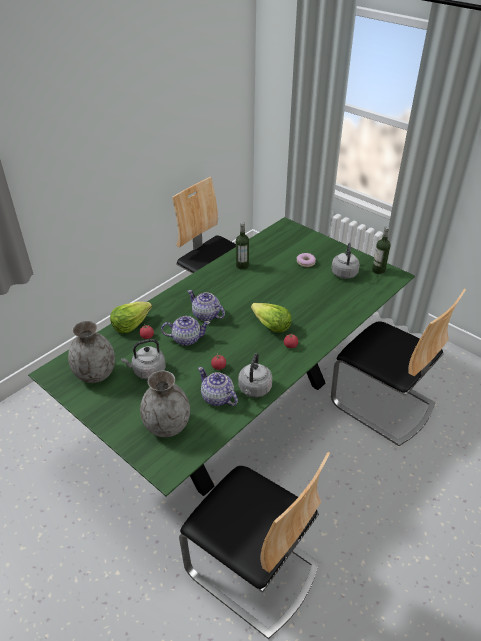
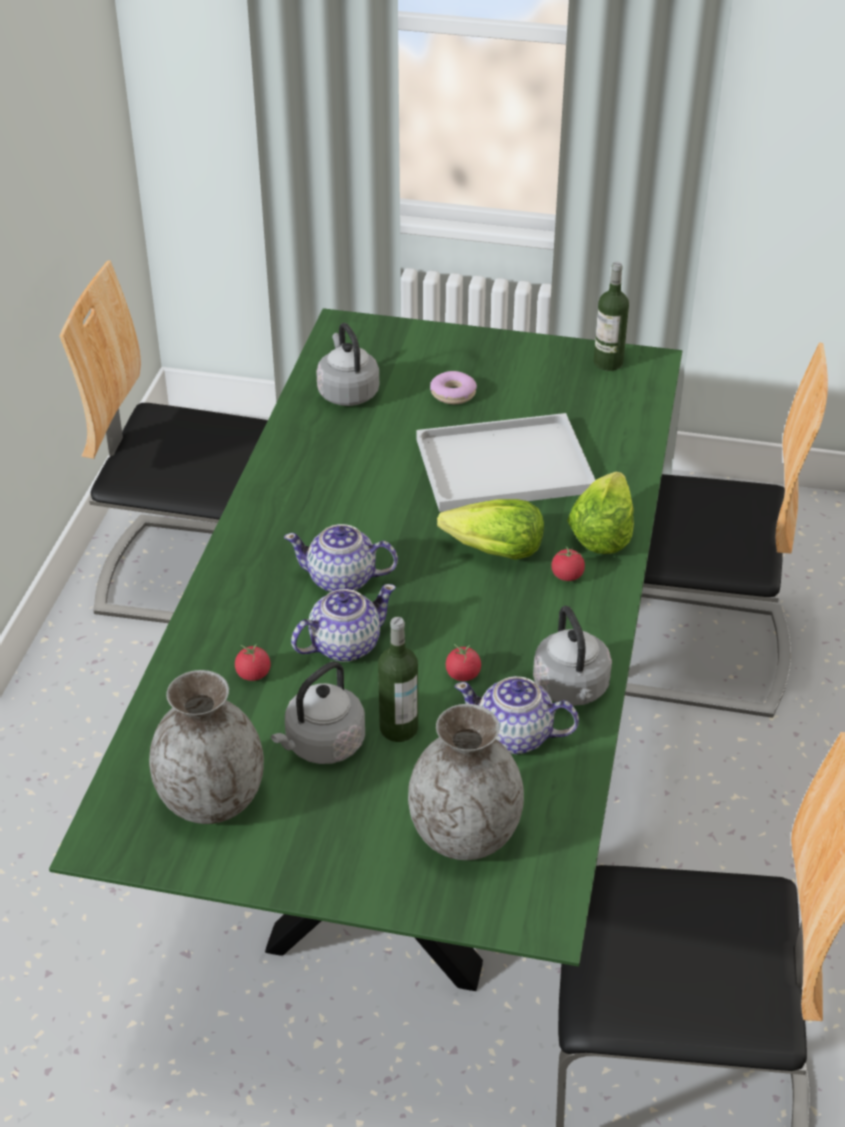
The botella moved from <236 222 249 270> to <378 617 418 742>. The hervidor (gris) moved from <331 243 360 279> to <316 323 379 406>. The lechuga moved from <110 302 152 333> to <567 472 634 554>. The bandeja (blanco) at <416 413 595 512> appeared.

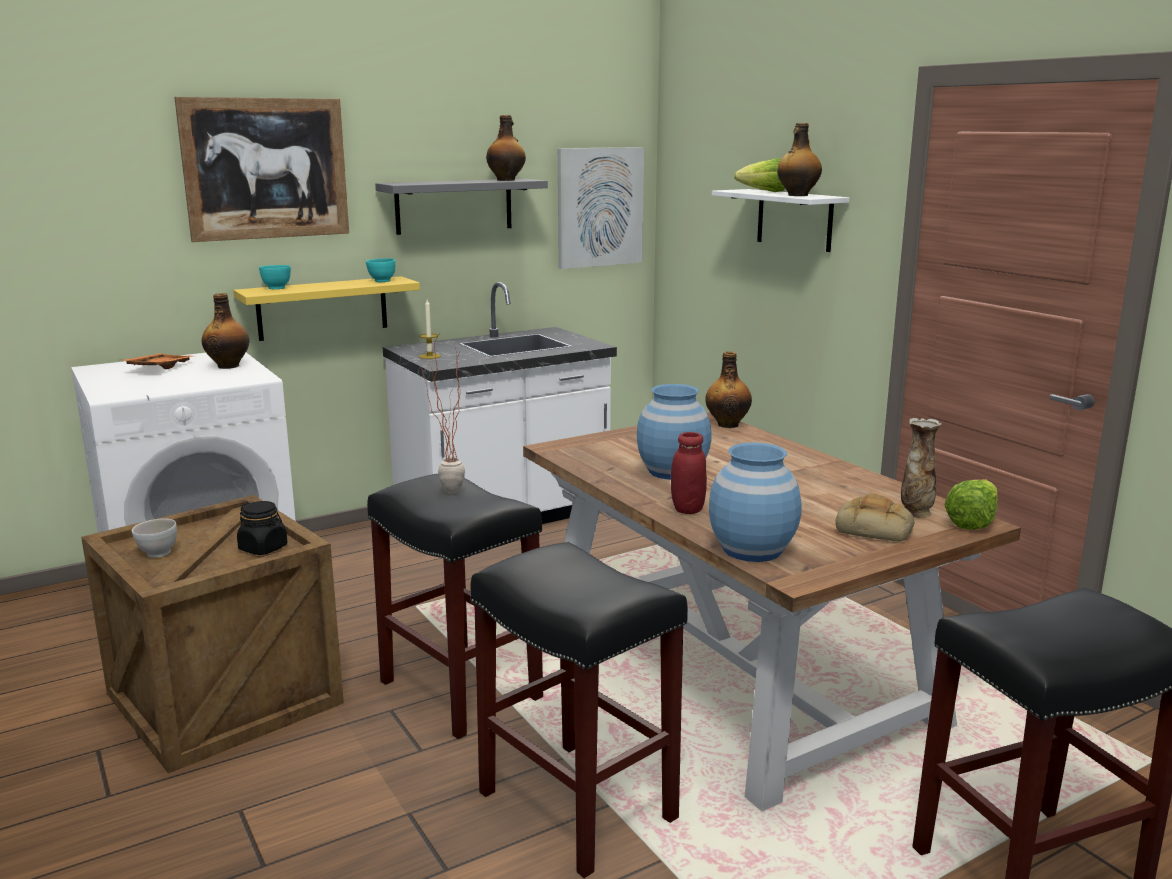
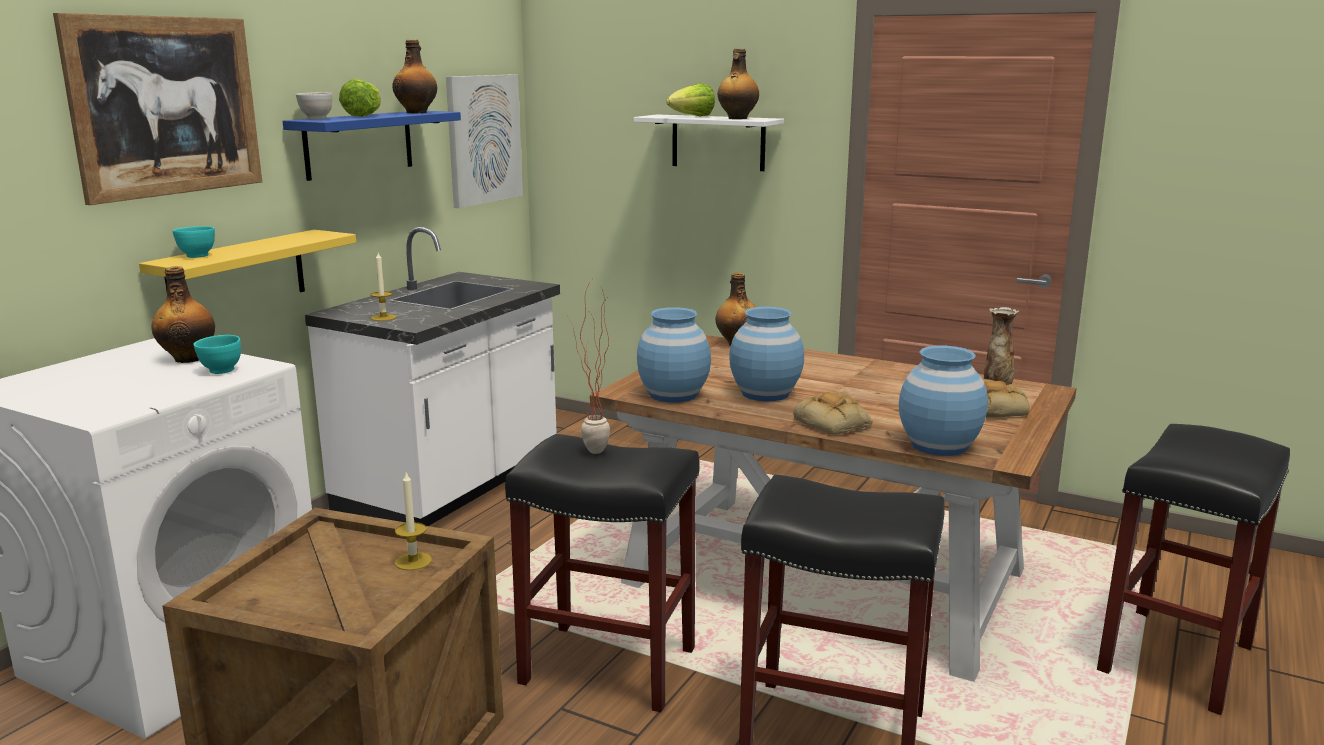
The estante (gris) at <375 179 548 235> became the estante (azul) at <283 111 461 181>. The cuenco (turquesa) moved from <366 258 396 282> to <193 335 241 374>. The bandeja (naranja) at <123 353 192 369> disappeared. The tarro (rojo) at <671 432 707 514> was replaced by the pan at <793 392 872 435>. The lechuga moved from <945 479 998 530> to <339 78 381 117>. The tarro (negro) at <237 501 287 555> was replaced by the vela at <395 473 432 571>. The cuenco (blanco) moved from <132 518 177 558> to <296 92 332 120>. The florero (azul) at <637 307 711 403> appeared.

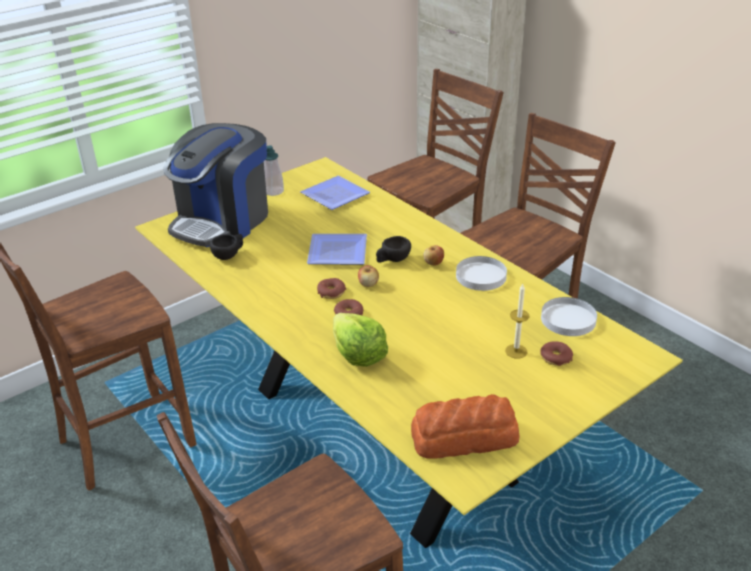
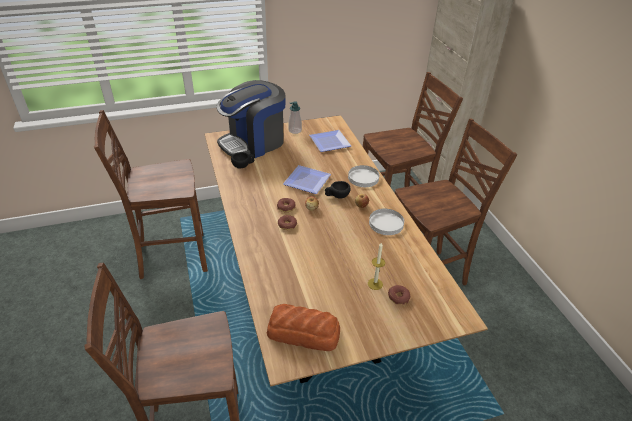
The mesa de comedor (amarillo) at <135 157 683 548> became the mesa de comedor (marrón) at <204 115 488 387>. The plato (blanco) moved from <541 297 597 336> to <348 165 379 187>. The lechuga at <333 313 388 367> disappeared.

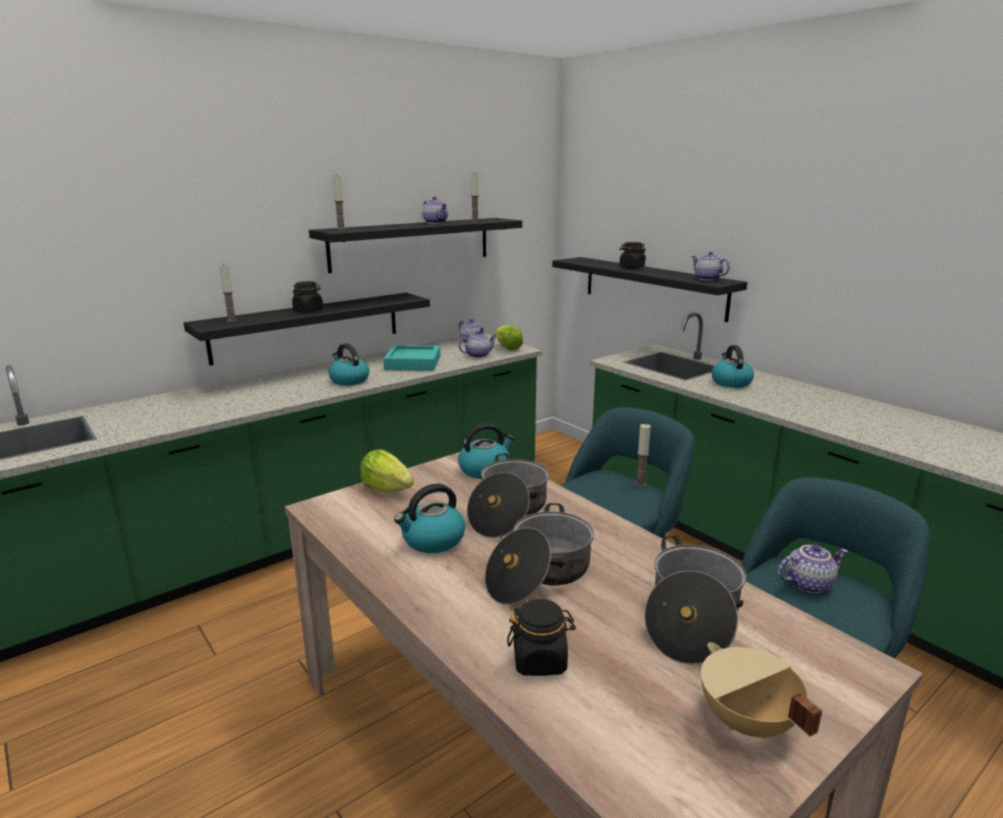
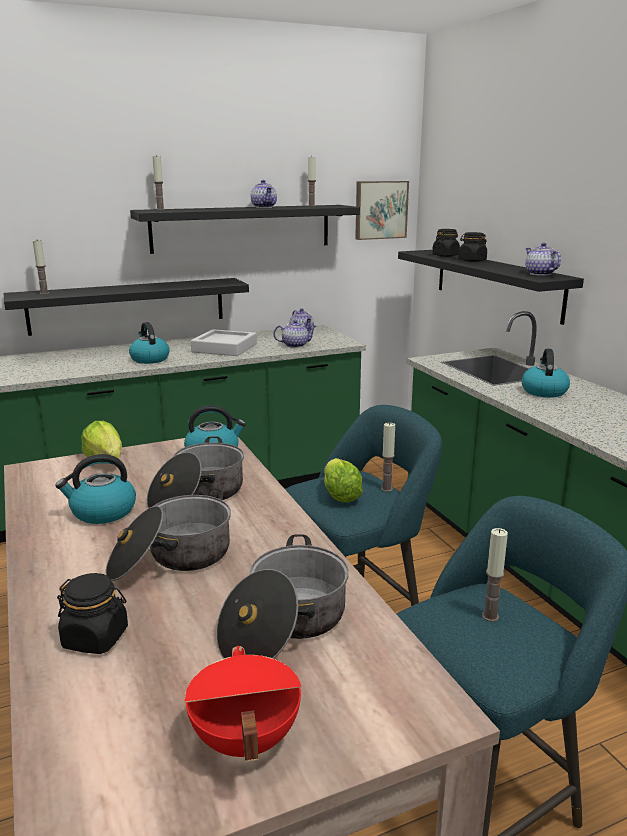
The tarro (negro) moved from <292 281 323 313> to <432 229 460 257>. The lechuga moved from <495 325 523 350> to <324 458 363 502>. The bandeja (turquesa) at <383 345 440 371> became the bandeja (gris) at <191 329 257 356>. The tetera at <778 544 848 593> was replaced by the vela at <482 528 508 622>. The olla (beis) at <701 642 822 739> became the olla (rojo) at <184 646 301 762>. The cuadro at <355 181 409 240> appeared.

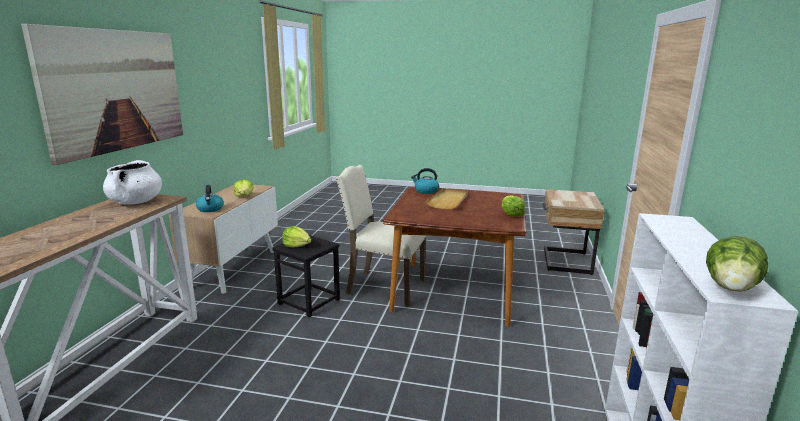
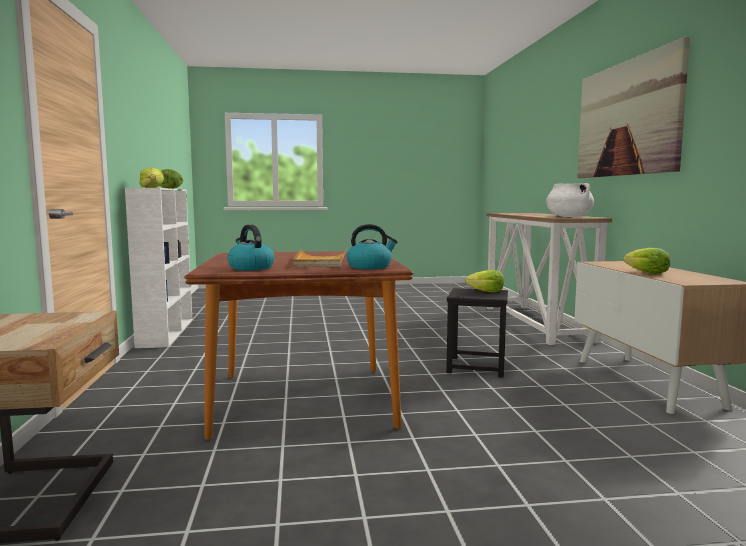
The silla (beis) at <336 165 426 306> disappeared. The hervidor moved from <196 185 224 212> to <228 225 275 271>. The lechuga moved from <502 195 525 217> to <139 168 164 188>.

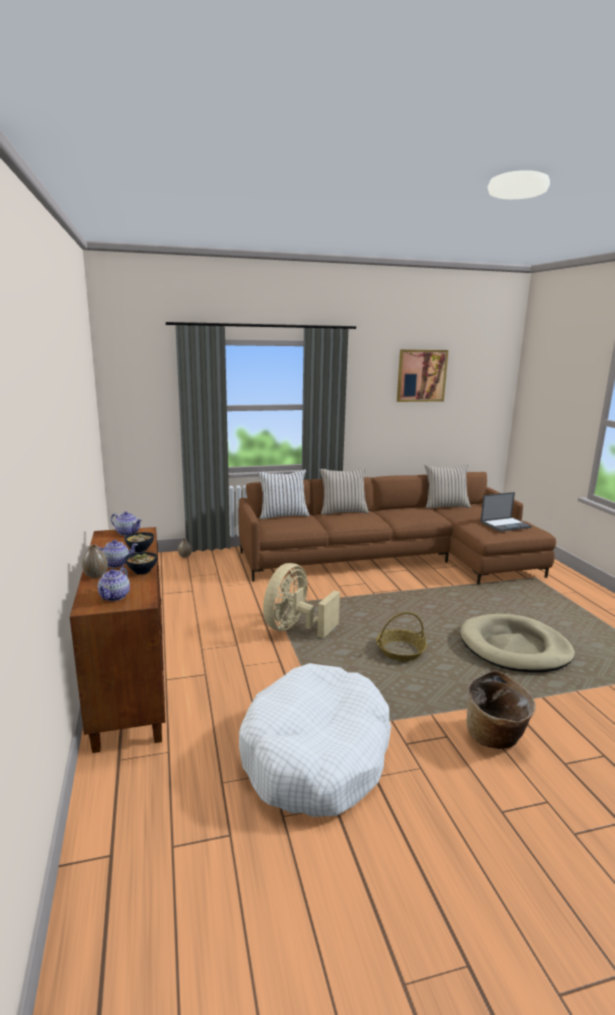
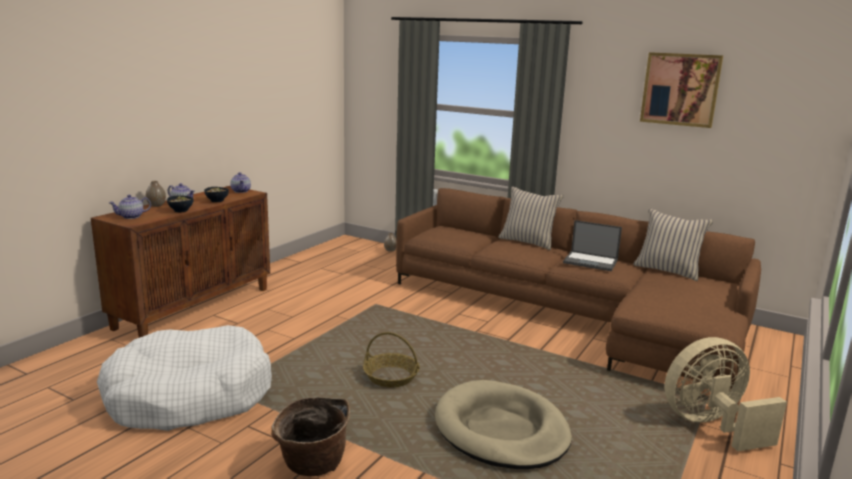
The cojín (blanco) at <257 469 309 519> disappeared. The portátil moved from <480 492 532 532> to <563 220 622 271>. The ventilador (beis) moved from <263 563 340 638> to <664 337 787 451>.

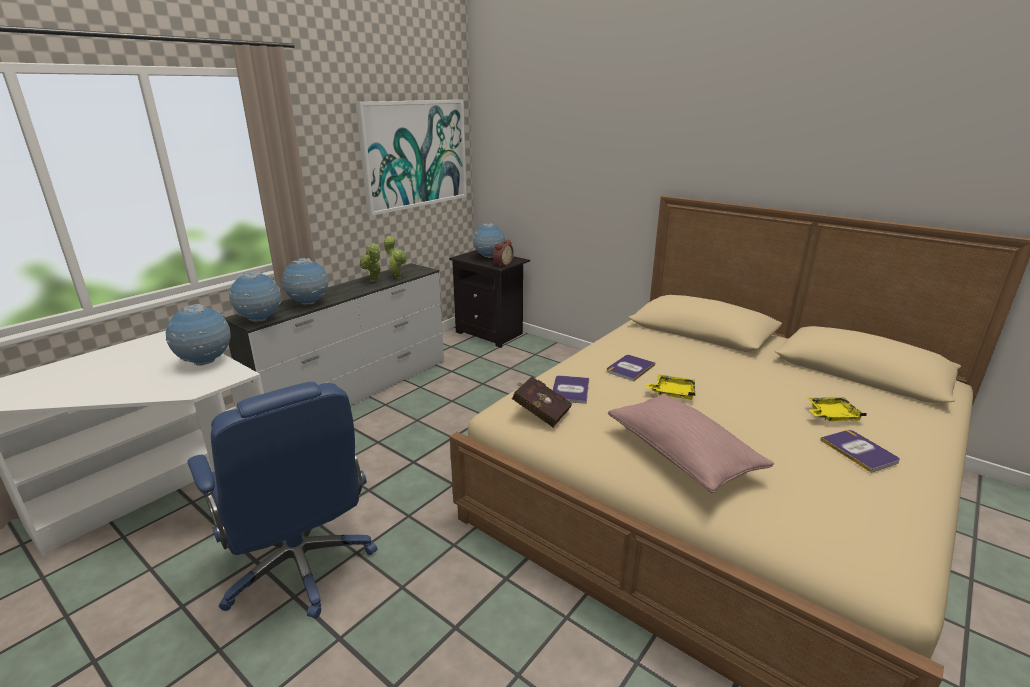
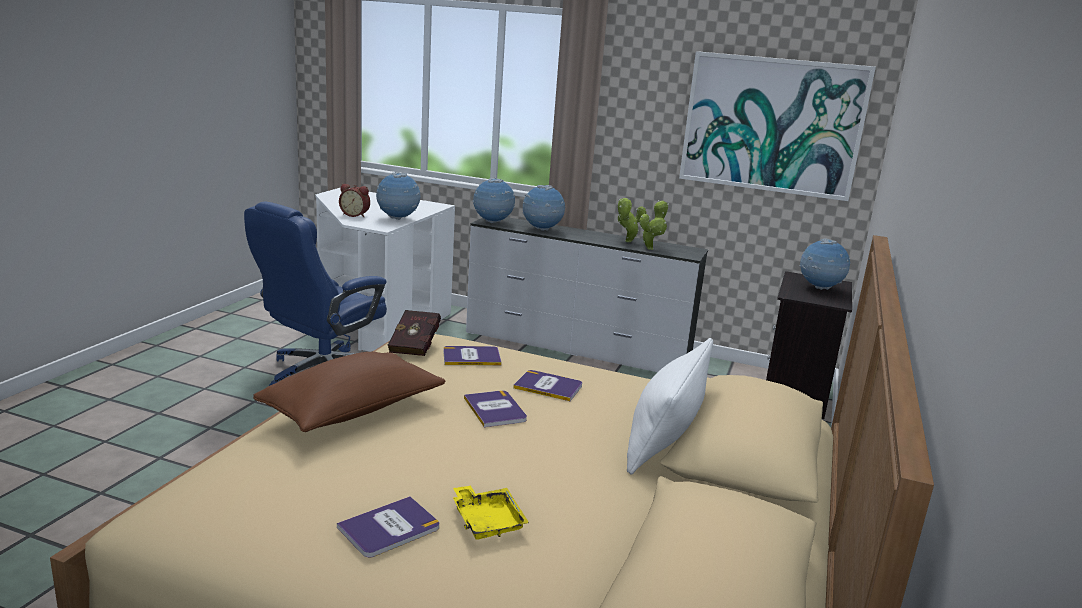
The despertador moved from <493 239 514 267> to <339 184 370 217>. The bandeja (amarillo) at <646 374 695 400> was replaced by the libro at <464 390 527 427>. The cojín (rosa) at <608 394 774 493> became the cojín (marrón) at <253 352 445 432>. The cojín (blanco) at <627 338 713 475> appeared.

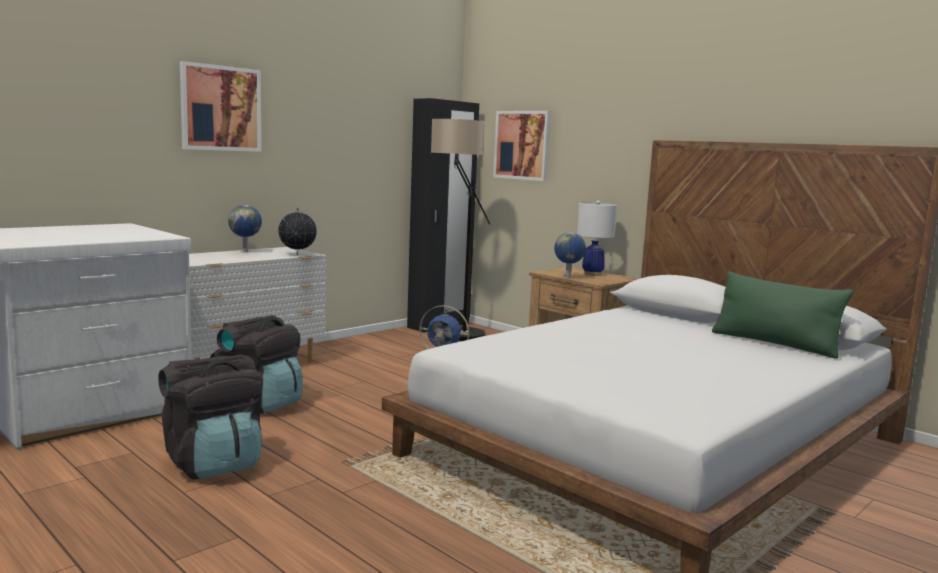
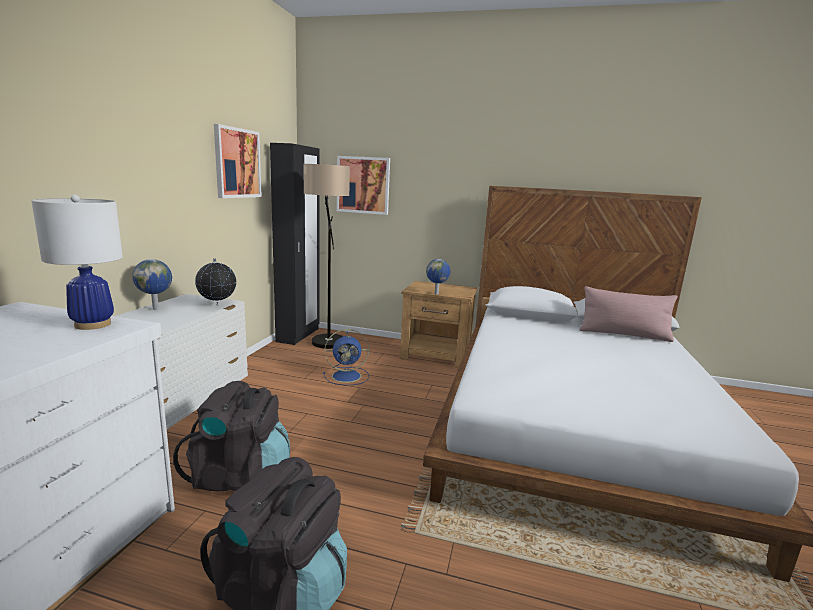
The cuadro moved from <180 61 261 152> to <214 124 262 198>. The lámpara de mesa (blanco) moved from <577 200 617 276> to <31 195 123 330>. The cojín (verde) at <712 271 854 359> became the cojín (rosa) at <579 286 678 342>.

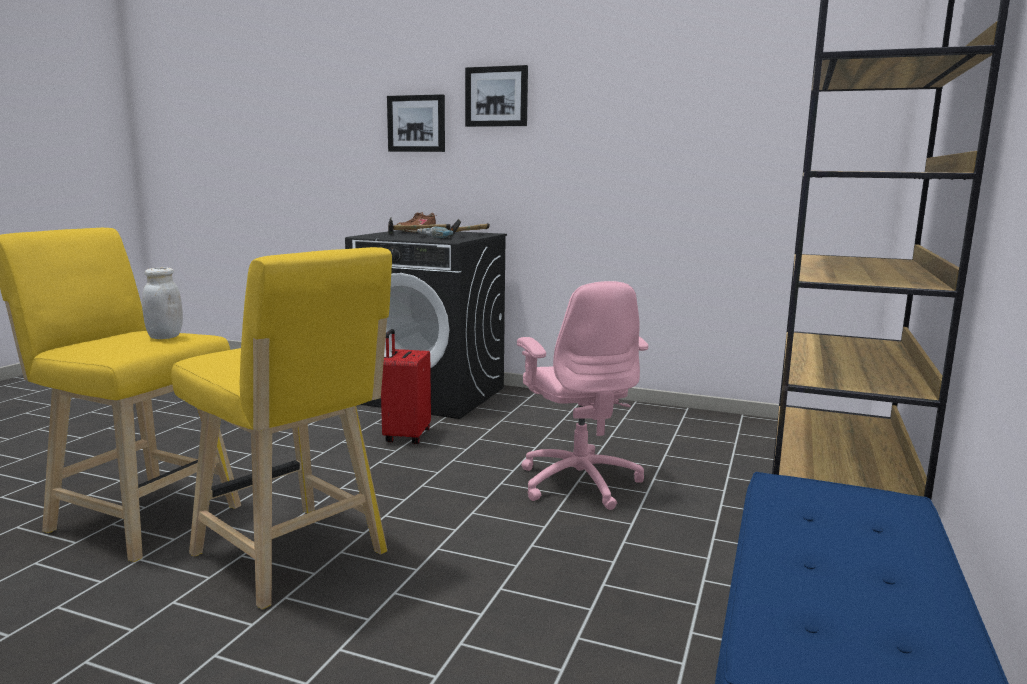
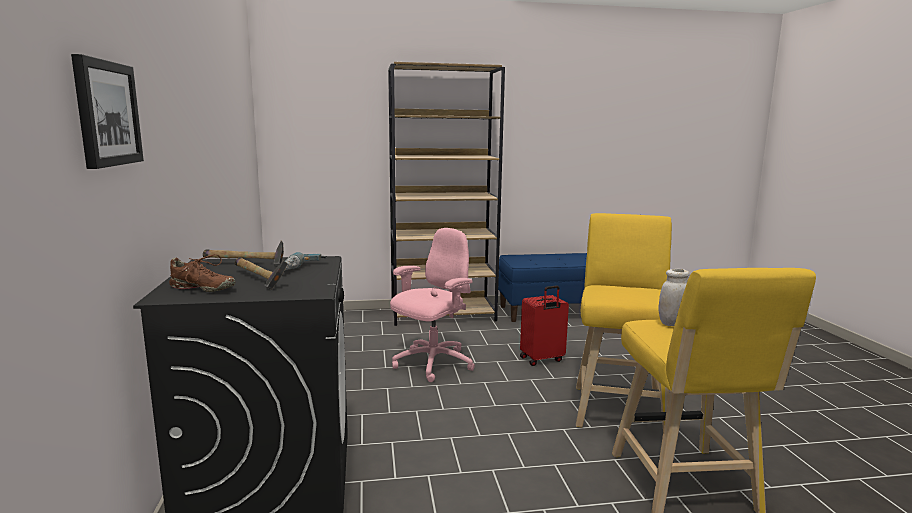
The cuadro at <465 65 528 127> disappeared. The maleta (rojo) moved from <381 329 431 444> to <520 285 569 366>.

